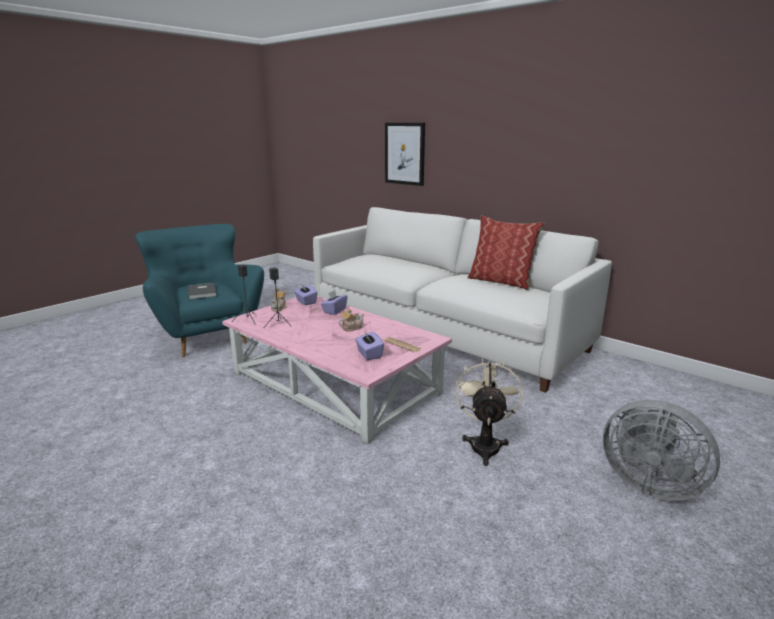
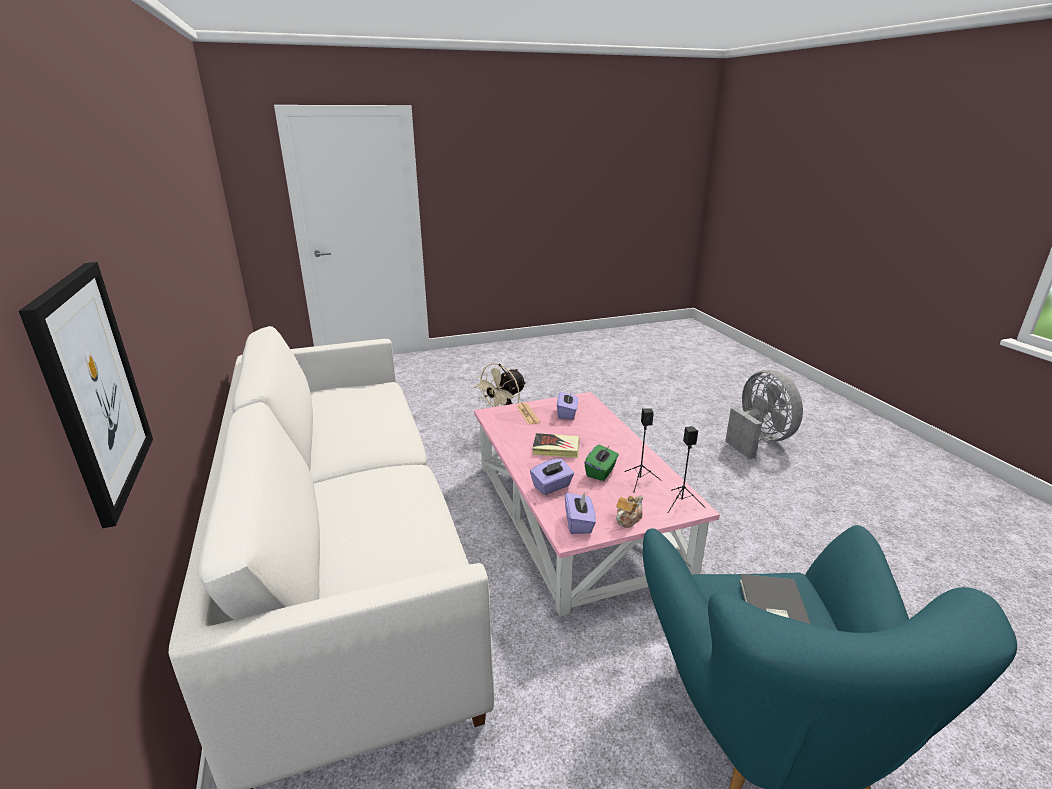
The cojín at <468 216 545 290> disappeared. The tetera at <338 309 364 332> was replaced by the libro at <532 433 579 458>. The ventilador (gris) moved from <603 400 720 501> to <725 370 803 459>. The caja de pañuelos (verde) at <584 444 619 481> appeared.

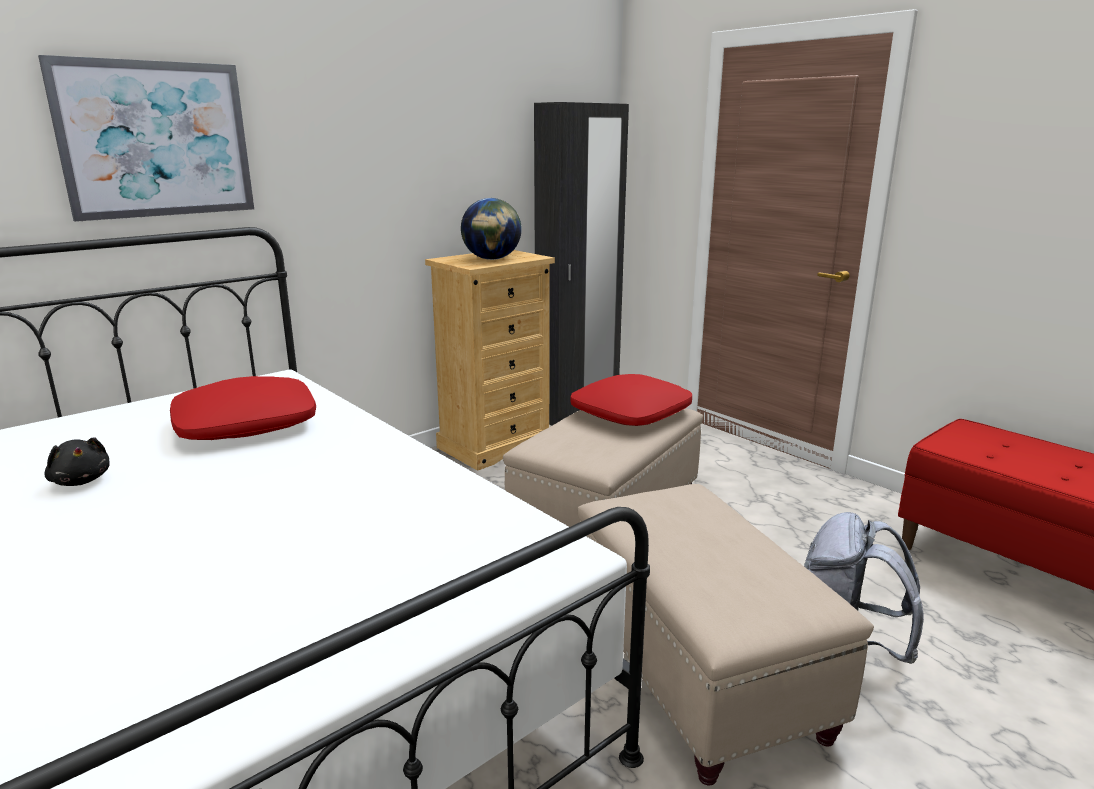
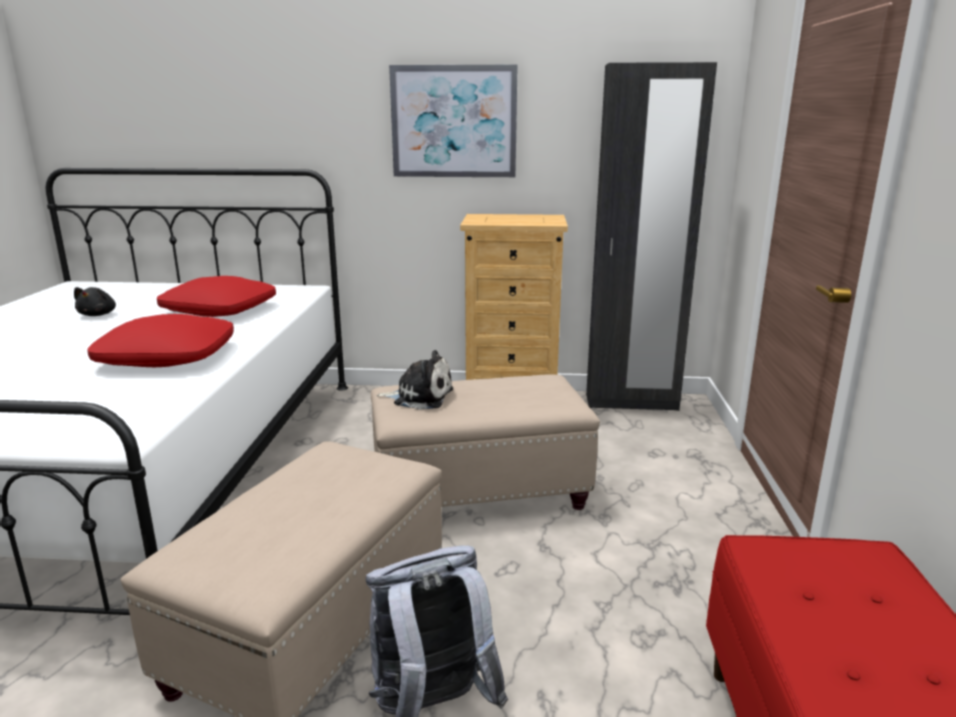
The cuadro moved from <38 55 254 222> to <389 65 518 177>. The globo terráqueo at <461 198 522 260> disappeared. The cojín (rojo) moved from <570 374 692 426> to <88 314 234 367>. The peluche at <377 350 453 410> appeared.

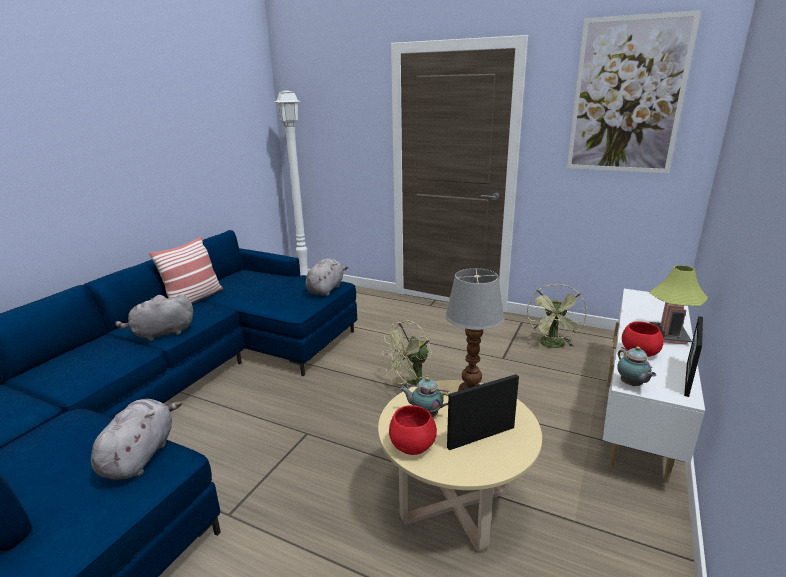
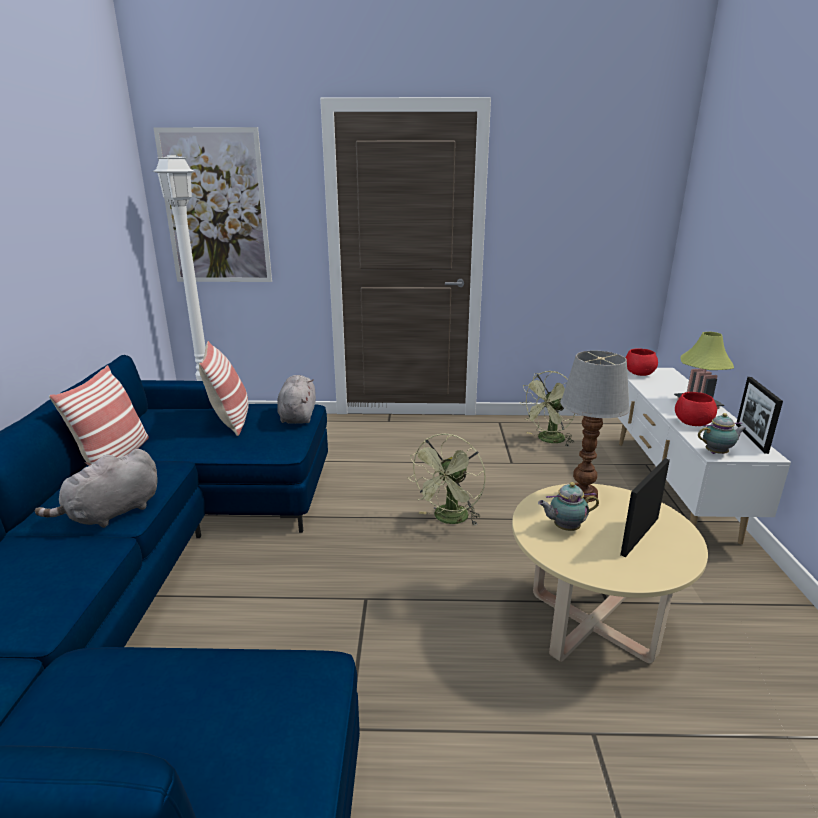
The cuadro moved from <567 10 701 173> to <153 127 272 282>. The ventilador (verde) at <527 284 587 348> turned 60 degrees clockwise. The tetera at <617 346 656 386> turned 60 degrees counterclockwise. The peluche (gris) at <91 399 182 480> disappeared. The cuenco (rojo) moved from <389 405 437 455> to <626 348 658 376>. The cojín at <199 341 248 436> appeared.

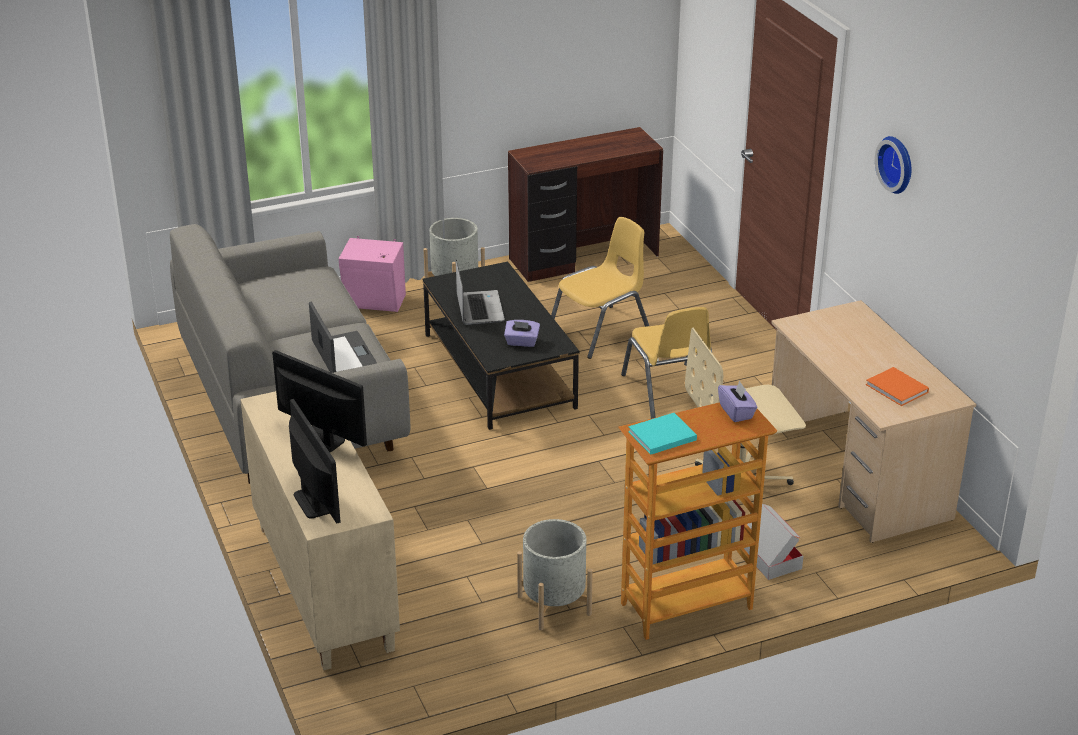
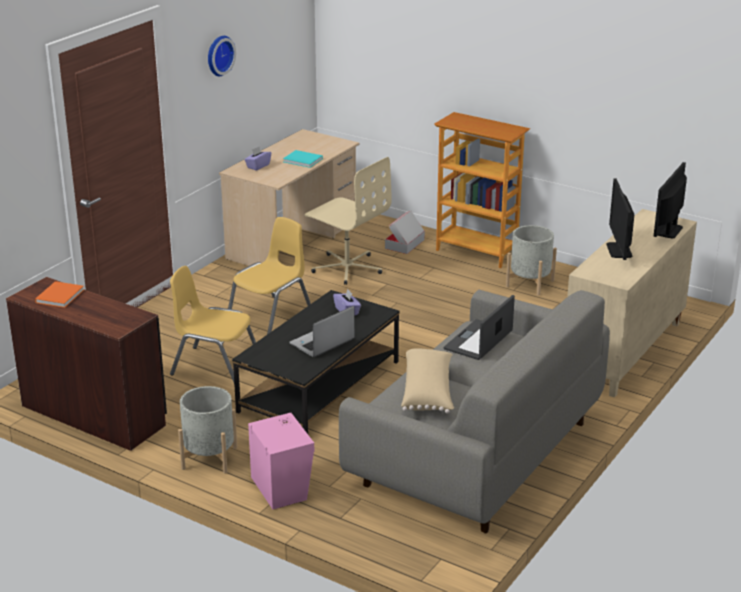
The libro (naranja) moved from <866 367 929 406> to <35 281 84 308>. The caja de pañuelos (morado) moved from <718 380 757 422> to <245 147 271 171>. The libro (turquesa) moved from <628 413 697 455> to <283 150 323 168>. The cojín (beis) at <401 348 454 414> appeared.

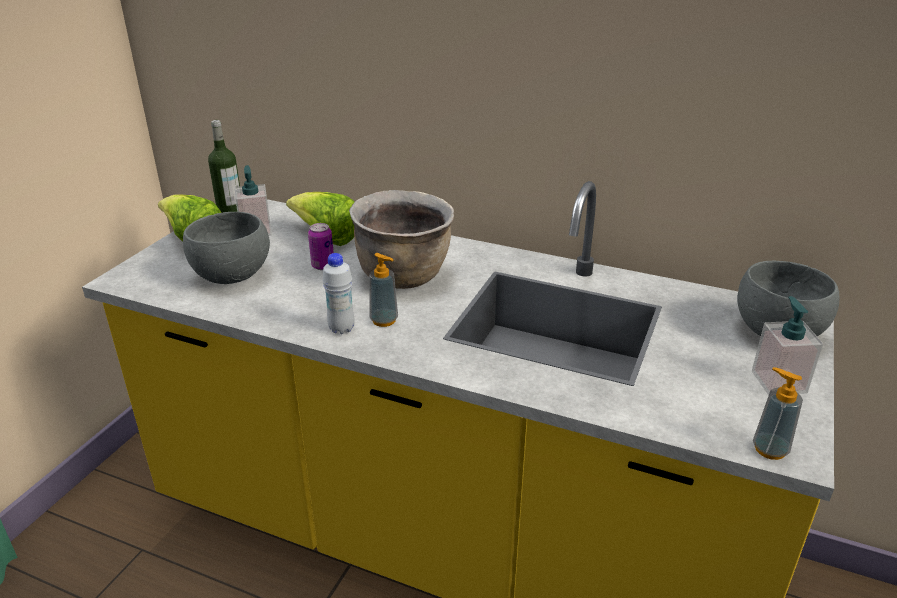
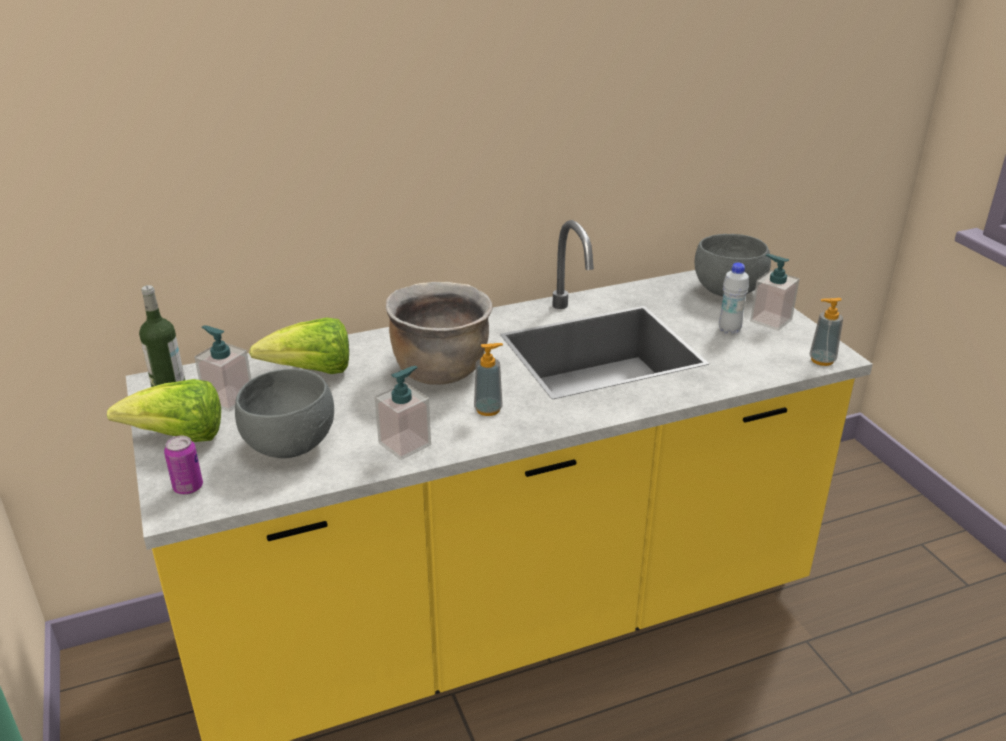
The lata moved from <308 223 334 270> to <164 436 203 495>. The botella (blanco) moved from <323 253 355 334> to <719 263 749 334>. The dispensador de jabón at <375 366 431 460> appeared.

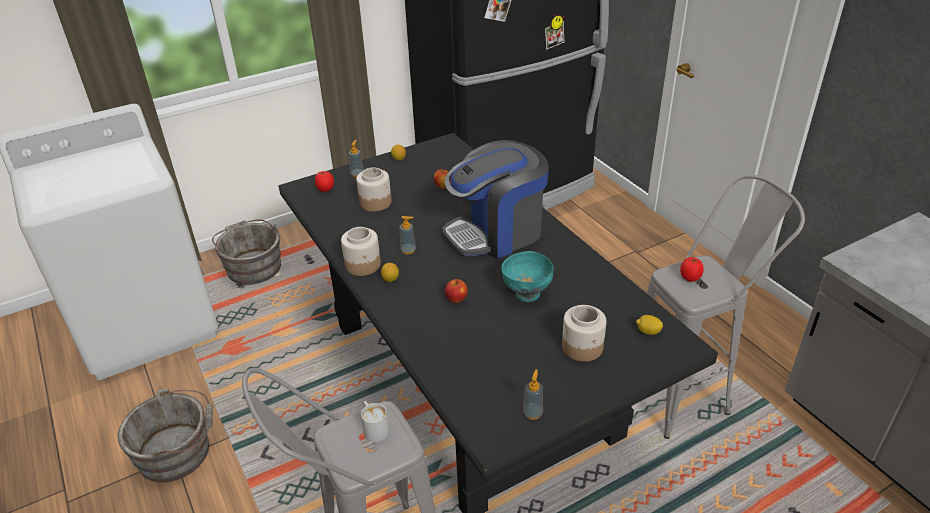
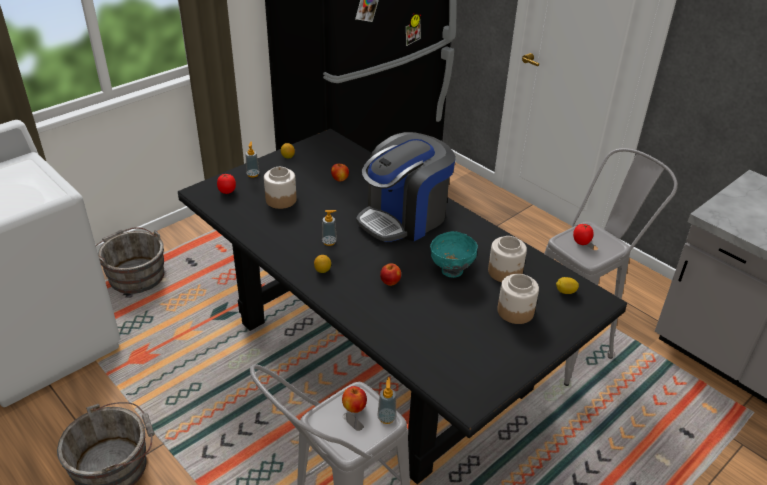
The tarro moved from <341 227 381 276> to <488 236 527 282>. The dispensador de jabón moved from <523 369 543 420> to <377 377 396 424>. The taza grande (blanco) at <361 401 389 442> was replaced by the manzana at <342 386 367 413>.

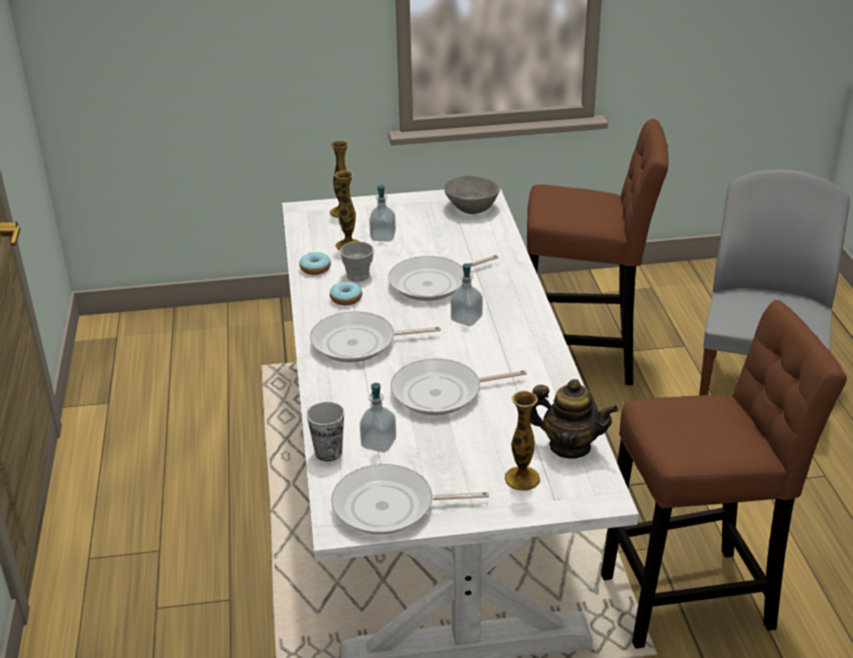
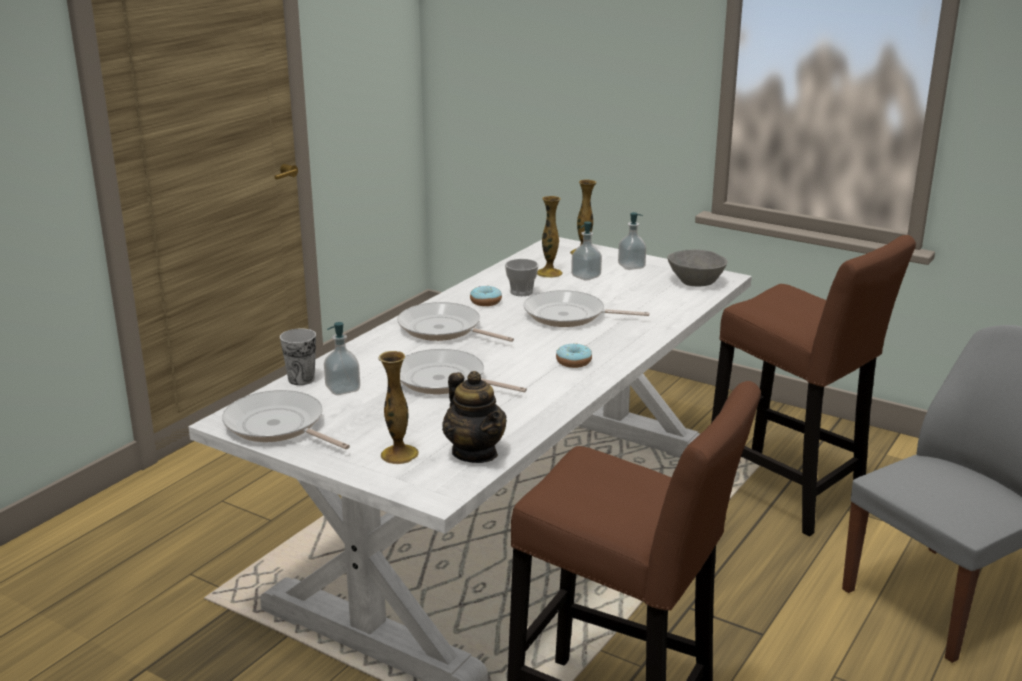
The rosquilla moved from <299 252 331 275> to <556 343 592 368>. The dispensador de jabón moved from <451 263 483 326> to <618 212 646 270>.

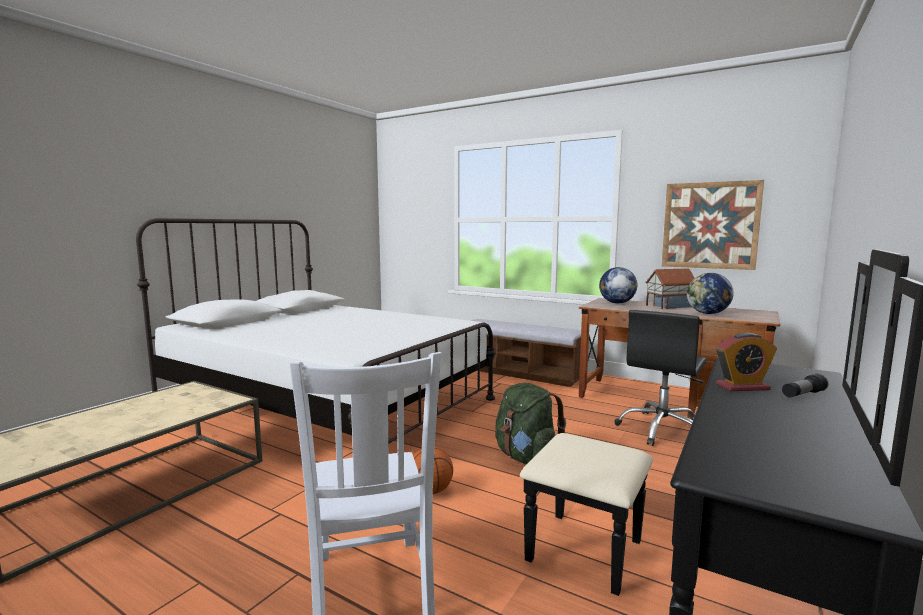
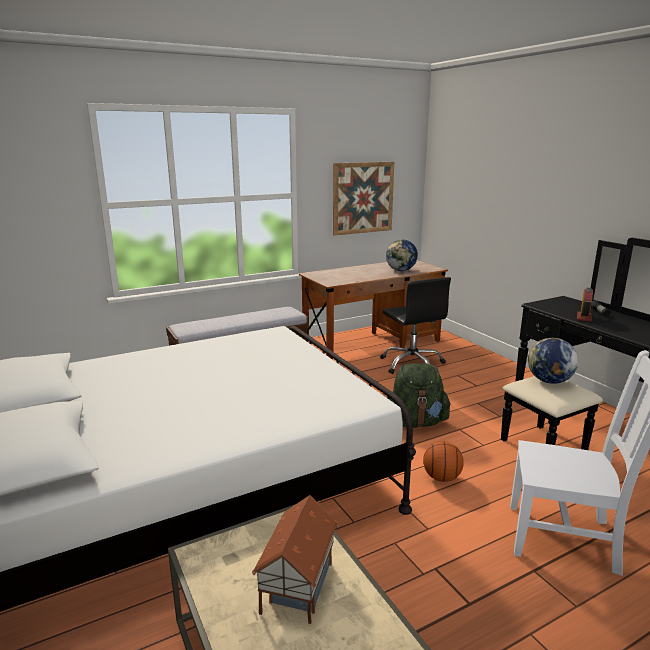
The globo terráqueo moved from <599 267 638 304> to <528 338 578 384>. The casita moved from <645 269 694 309> to <252 495 338 624>.

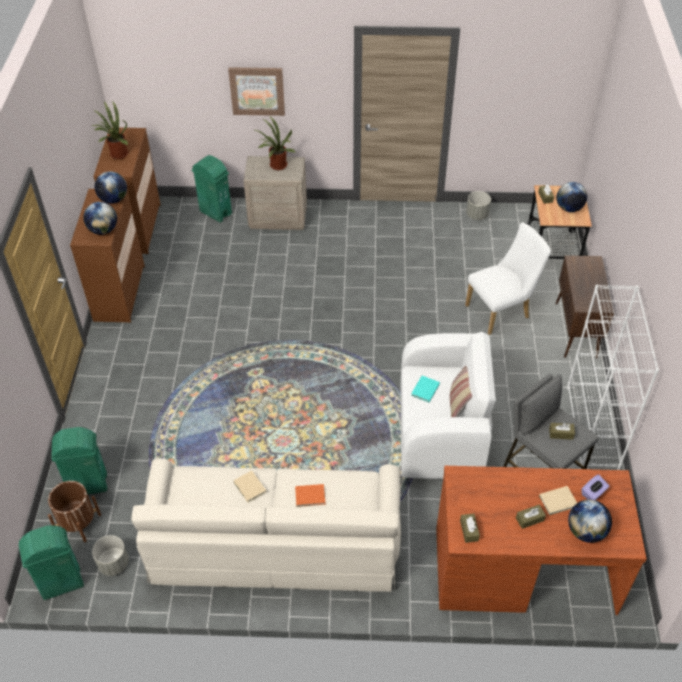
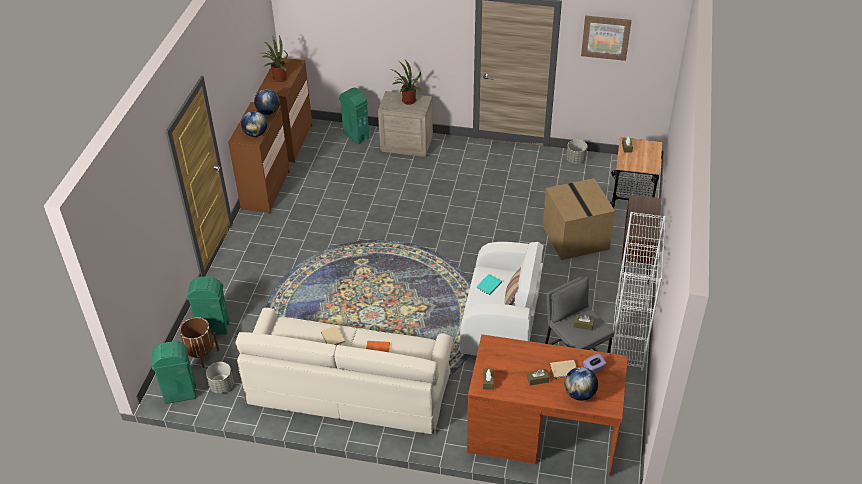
The cuadro moved from <228 67 285 116> to <581 15 632 61>. The globo terráqueo at <556 182 587 212> disappeared. The silla (blanco) at <465 222 551 335> was replaced by the caja de cartón at <543 178 615 260>.

